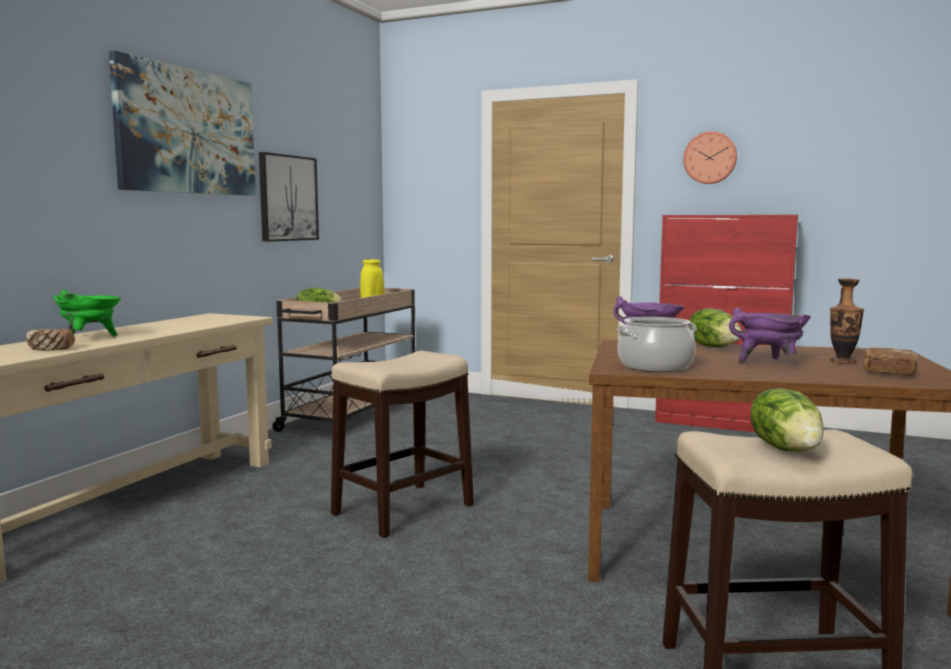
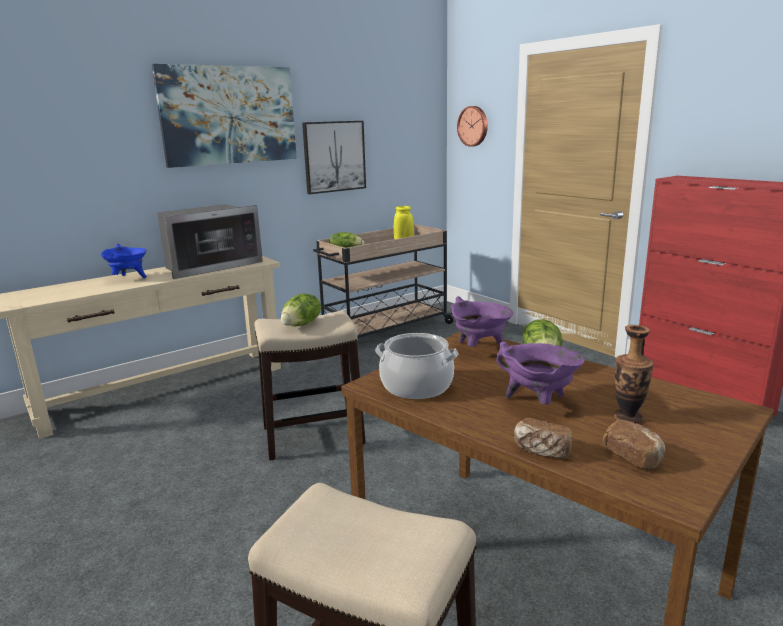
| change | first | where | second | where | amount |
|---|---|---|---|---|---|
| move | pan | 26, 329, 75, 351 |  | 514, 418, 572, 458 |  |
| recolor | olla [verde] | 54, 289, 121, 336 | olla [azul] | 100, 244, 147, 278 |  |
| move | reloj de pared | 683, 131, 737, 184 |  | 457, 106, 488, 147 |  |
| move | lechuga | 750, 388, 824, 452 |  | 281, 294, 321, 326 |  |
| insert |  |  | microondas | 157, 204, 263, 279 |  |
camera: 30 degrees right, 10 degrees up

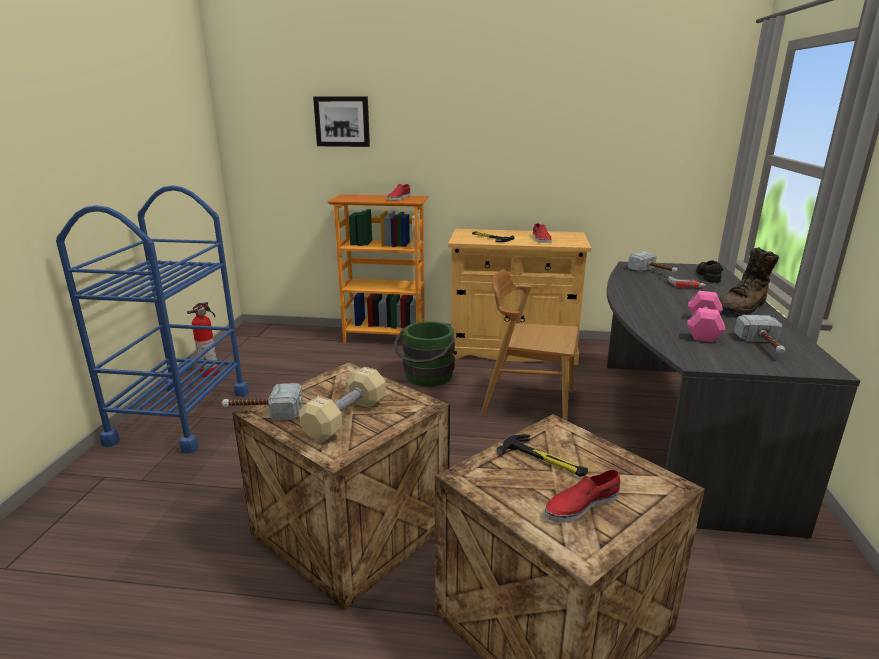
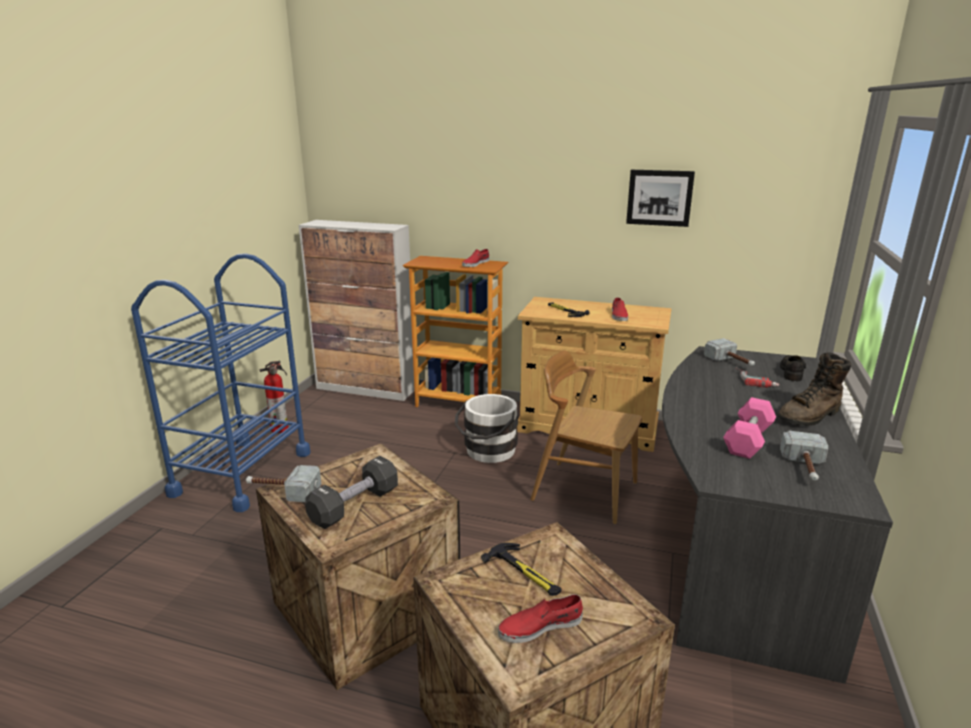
| change | first | where | second | where | amount |
|---|---|---|---|---|---|
| recolor | mancuerna [beis] | 299, 367, 386, 442 | mancuerna [negro] | 305, 456, 398, 529 |  |
| move | cuadro | 313, 96, 370, 147 |  | 626, 170, 695, 227 |  |
| recolor | cubo [verde] | 394, 321, 455, 386 | cubo [blanco] | 455, 394, 518, 463 |  |
| insert |  |  | armario | 298, 220, 414, 401 |  |
camera: 10 degrees right, 0 degrees up

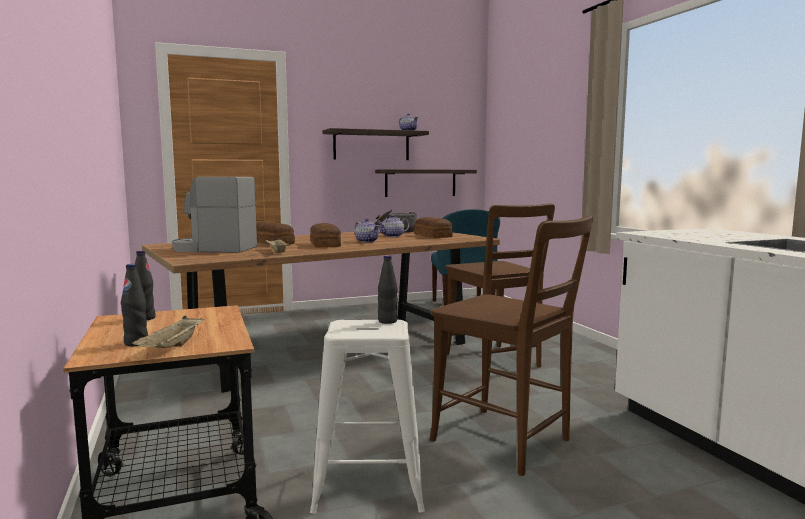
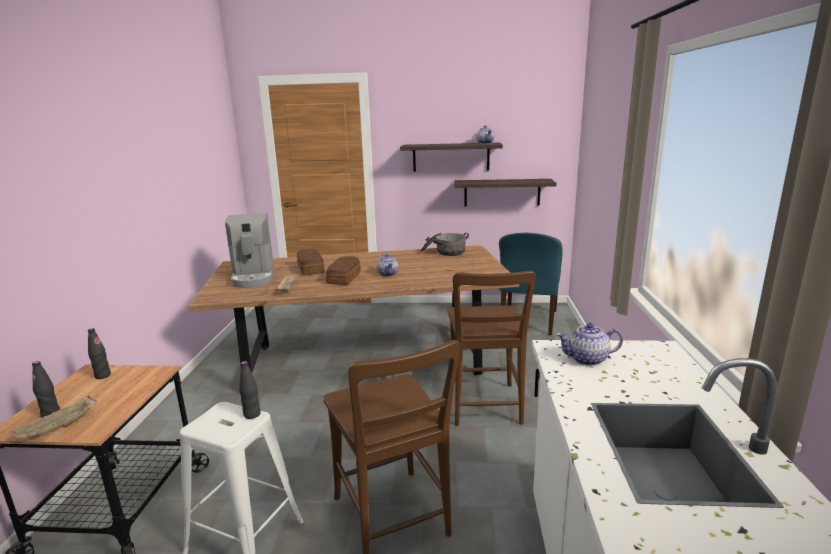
| change | first | where | second | where | amount |
|---|---|---|---|---|---|
| rotate | cafetera | 172, 177, 257, 253 |  | 225, 213, 274, 288 | 135 degrees counterclockwise |
| move | tetera | 376, 215, 410, 237 |  | 556, 323, 623, 366 |  |
| delete | pan | 414, 217, 453, 238 |  |  |  |
camera: 25 degrees right, 10 degrees up

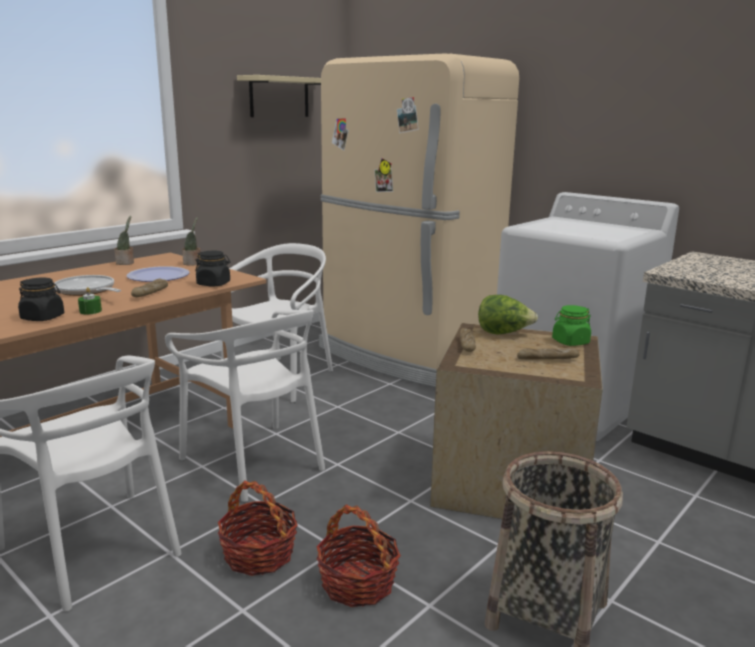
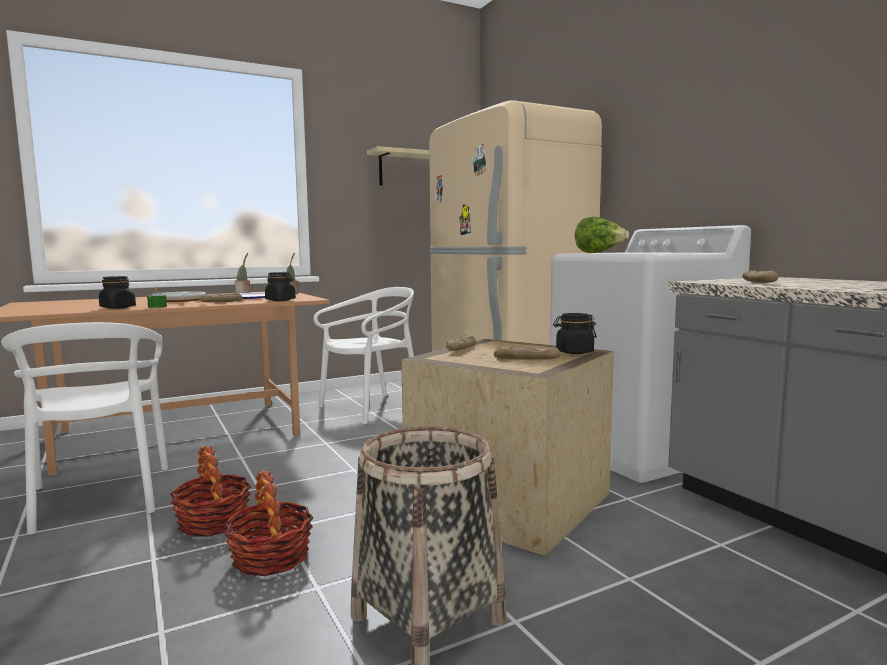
| change | first | where | second | where | amount |
|---|---|---|---|---|---|
| delete | silla [blanco] | 165, 310, 325, 502 |  |  |  |
| move | lechuga | 478, 295, 538, 334 |  | 575, 217, 629, 253 |  |
| recolor | tarro [verde] | 552, 305, 591, 346 | tarro [negro] | 553, 313, 597, 354 |  |
| insert |  |  | pan | 743, 270, 778, 283 |  |
camera: 20 degrees right, 10 degrees down

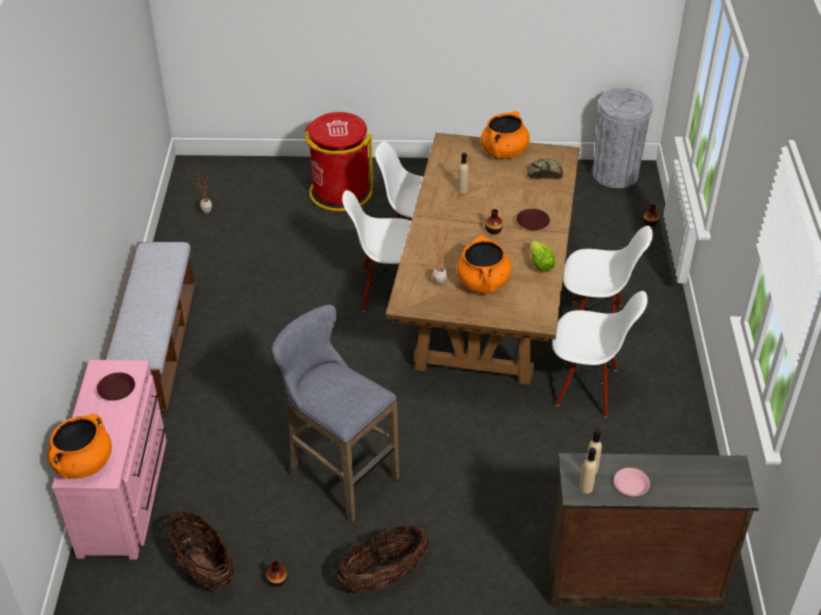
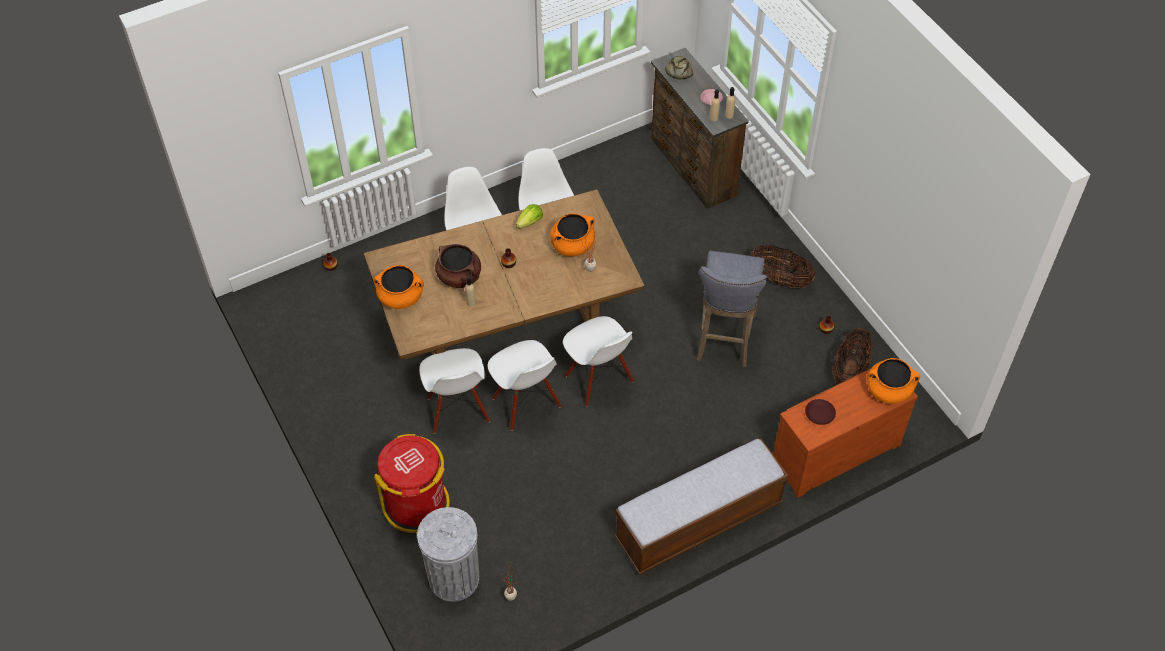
| change | first | where | second | where | amount |
|---|---|---|---|---|---|
| recolor | cómoda [rosa] | 52, 360, 167, 560 | cómoda [marrón] | 773, 369, 918, 498 |  |
| delete | plato [marrón] | 516, 209, 550, 230 |  |  |  |
| move | pan | 527, 159, 563, 179 |  | 665, 56, 693, 79 |  |
| move | papelera [gris] | 593, 88, 653, 188 |  | 417, 507, 479, 602 |  |
| insert |  |  | olla [marrón] | 435, 244, 481, 288 |  |
| insert |  |  | silla [blanco] | 563, 316, 634, 407 |  |
camera: 120 degrees left, 10 degrees up

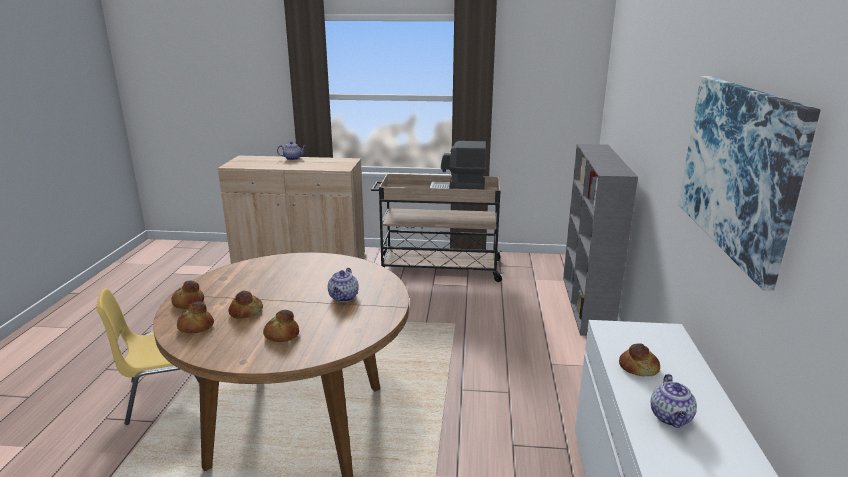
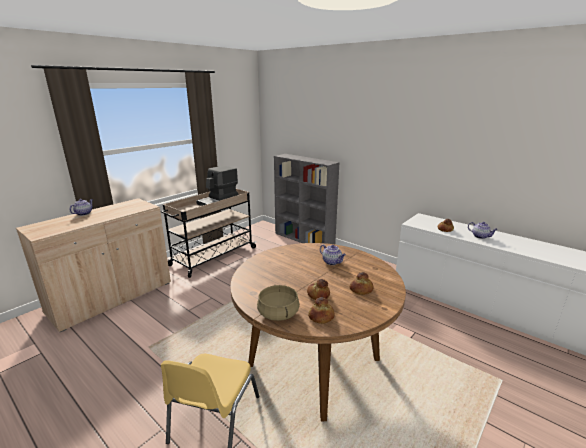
| change | first | where | second | where | amount |
|---|---|---|---|---|---|
| replace | pan | 171, 281, 204, 309 | olla [beis] | 257, 285, 300, 321 |  |
| delete | cuadro | 678, 76, 820, 291 |  |  |  |
camera: 55 degrees left, 0 degrees up

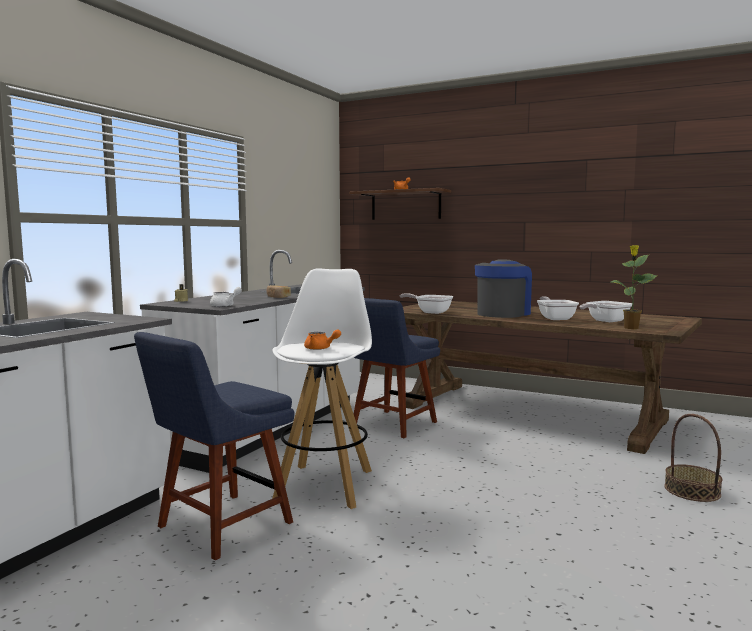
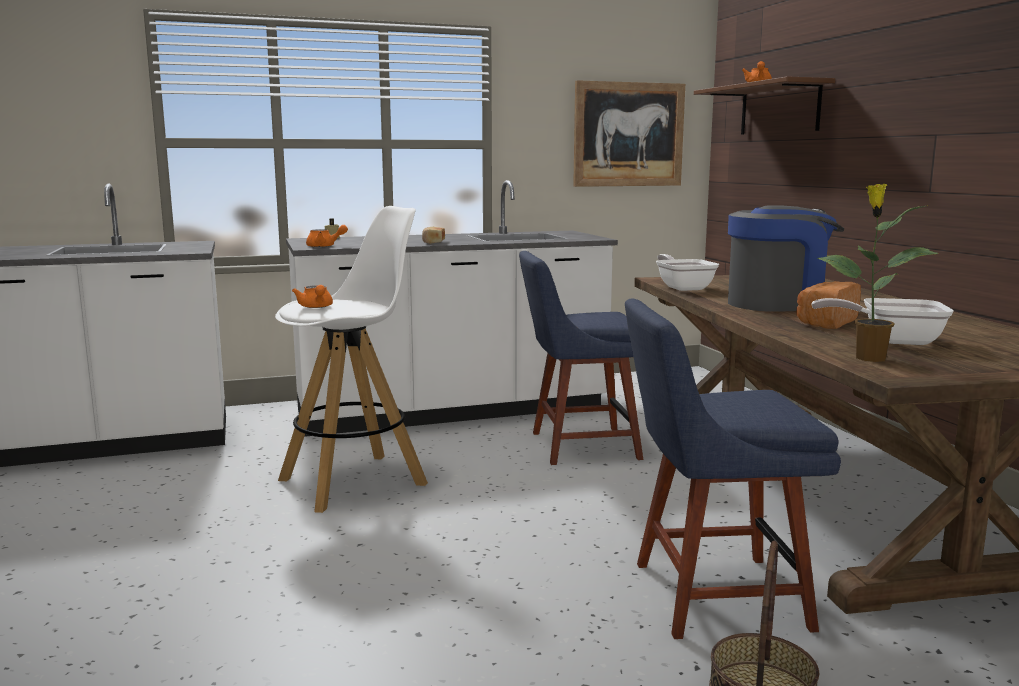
| change | first | where | second | where | amount |
|---|---|---|---|---|---|
| move | silla [azul] | 134, 332, 295, 560 |  | 625, 299, 841, 639 |  |
| recolor | tetera [blanco] | 210, 287, 242, 307 | tetera [naranja] | 306, 225, 348, 247 |  |
| replace | sartén | 537, 296, 579, 320 | pan | 796, 281, 861, 329 |  |
| insert |  |  | cuadro | 573, 80, 685, 187 |  |
camera: 45 degrees right, 5 degrees up

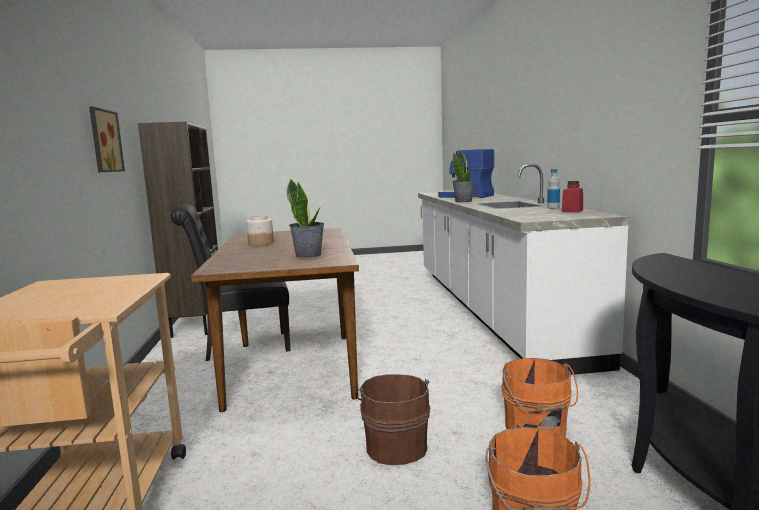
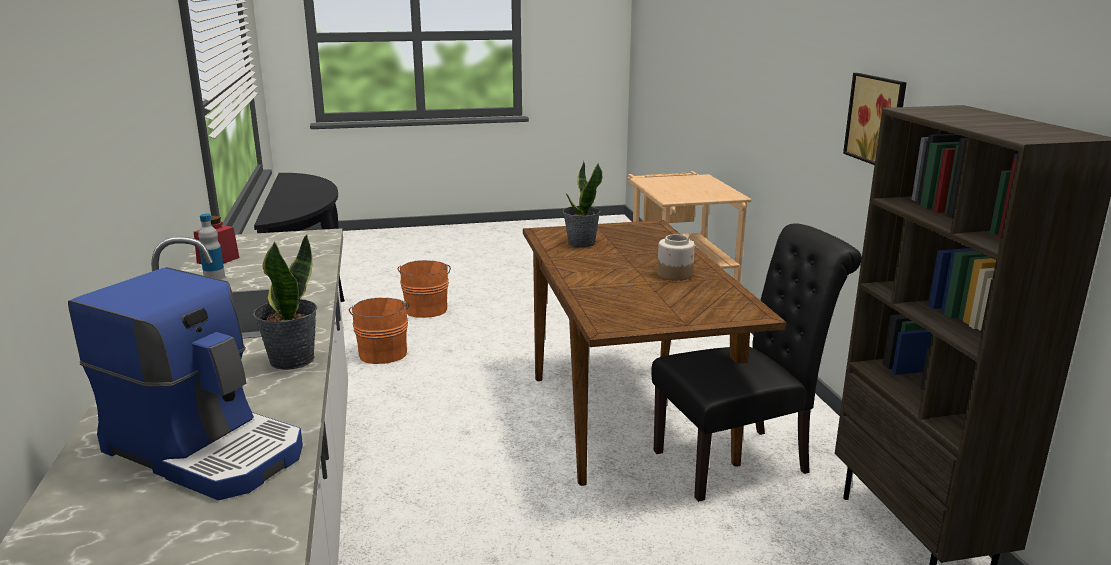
| change | first | where | second | where | amount |
|---|---|---|---|---|---|
| delete | cubo [marrón] | 355, 374, 430, 465 |  |  |  |
camera: 175 degrees right, 10 degrees up

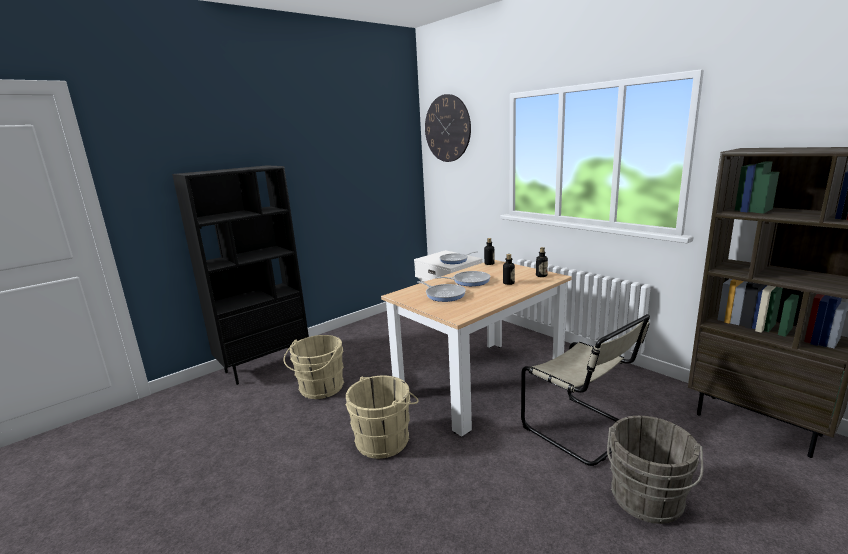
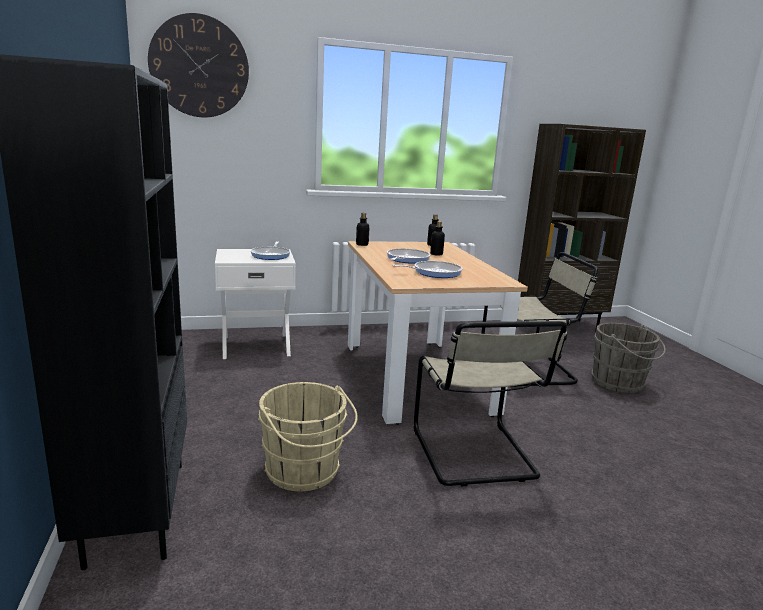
| change | first | where | second | where | amount |
|---|---|---|---|---|---|
| replace | cubo [beis] | 346, 376, 419, 459 | silla [beis] | 413, 321, 568, 487 |  |
camera: 65 degrees left, 0 degrees up

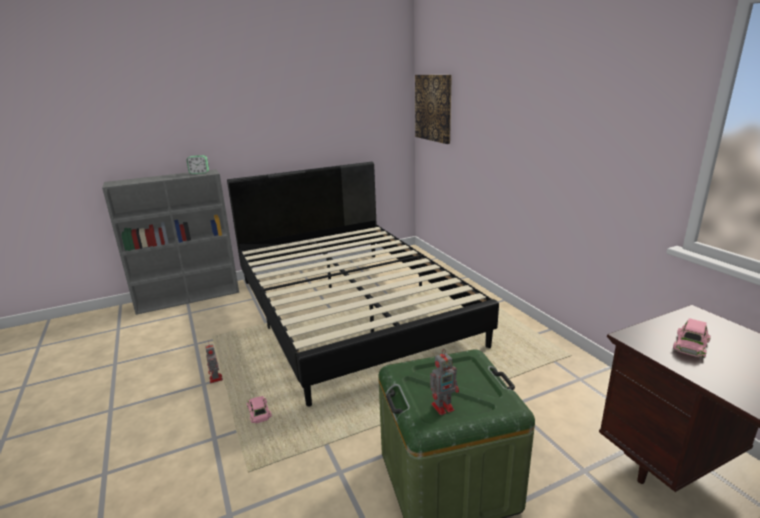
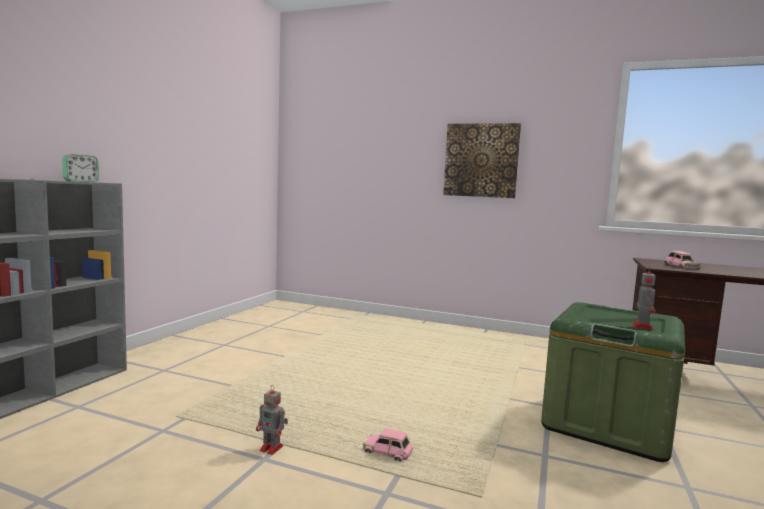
| change | first | where | second | where | amount |
|---|---|---|---|---|---|
| delete | cama [negro] | 227, 162, 499, 407 |  |  |  |
| move | cuadro | 415, 75, 452, 144 |  | 443, 123, 521, 198 |  |
camera: 45 degrees left, 15 degrees down

